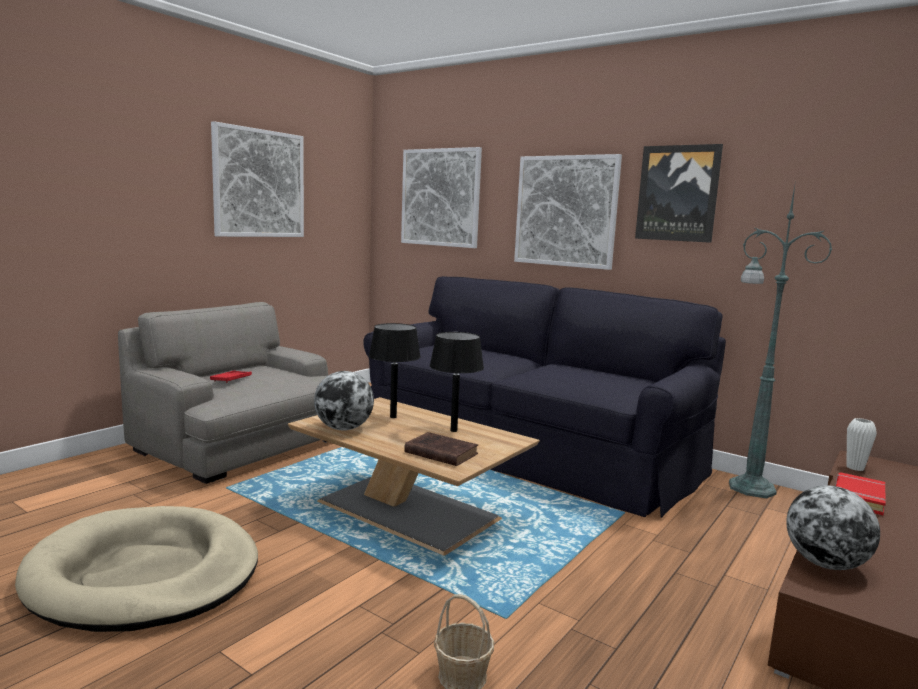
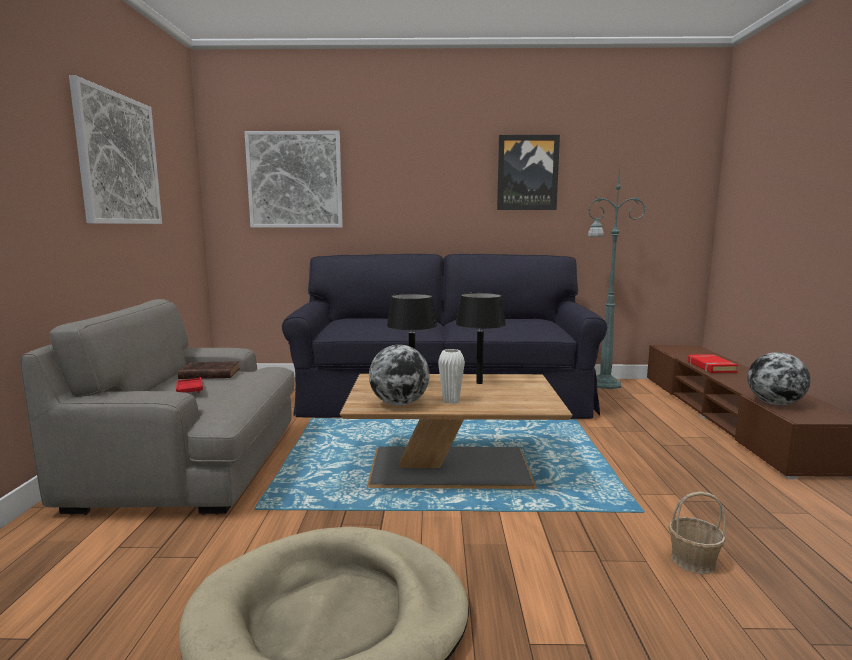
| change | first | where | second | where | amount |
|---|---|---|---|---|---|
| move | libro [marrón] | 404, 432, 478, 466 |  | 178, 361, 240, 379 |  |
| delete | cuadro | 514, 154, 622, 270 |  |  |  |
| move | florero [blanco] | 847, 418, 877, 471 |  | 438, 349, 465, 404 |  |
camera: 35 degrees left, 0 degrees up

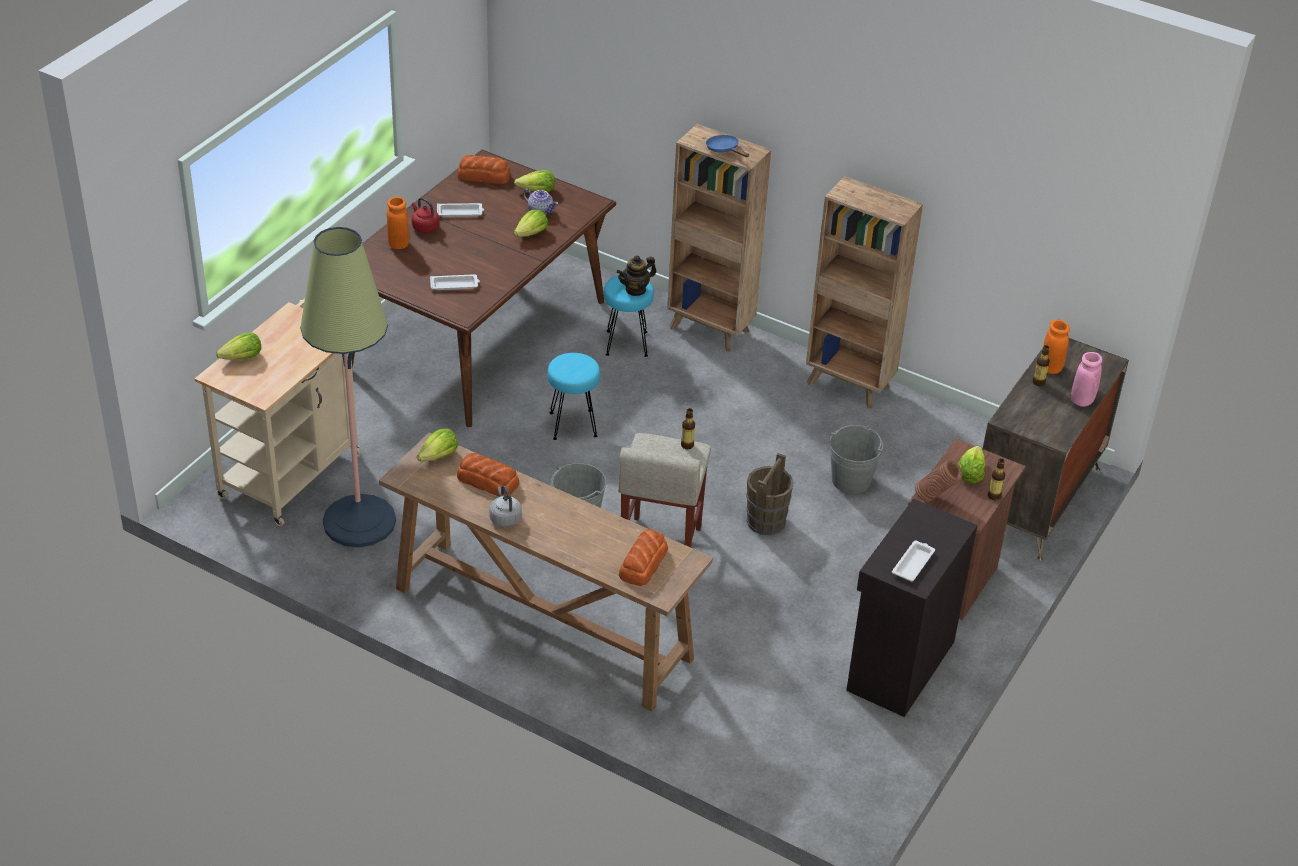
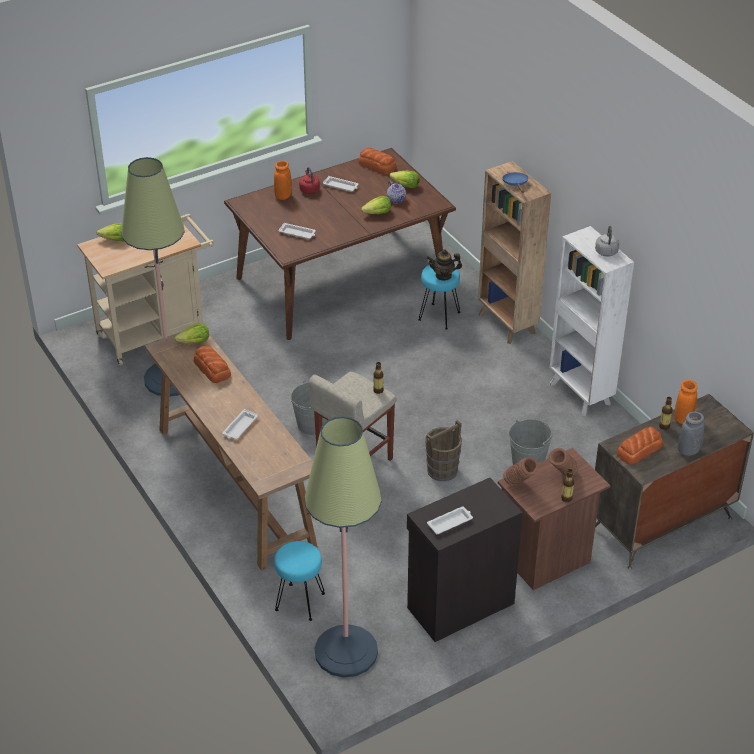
| change | first | where | second | where | amount |
|---|---|---|---|---|---|
| move | hervidor [gris] | 489, 485, 522, 527 |  | 595, 226, 619, 256 |  |
| move | taburete [turquesa] | 547, 353, 600, 440 |  | 274, 541, 325, 621 |  |
| move | pan | 619, 529, 668, 586 |  | 616, 427, 663, 465 |  |
| recolor | estantería [marrón] | 806, 176, 923, 408 | estantería [blanco] | 550, 226, 634, 416 |  |
| replace | lechuga | 958, 446, 985, 483 | florero [marrón] | 549, 448, 578, 476 |  |
| recolor | florero [rosa] | 1071, 352, 1103, 407 | florero [gris] | 678, 412, 704, 456 |  |
| insert |  |  | bandeja [blanco] | 223, 409, 258, 439 |  |
| insert |  |  | lámpara de pie | 305, 416, 382, 678 |  |
camera: 30 degrees right, 0 degrees up

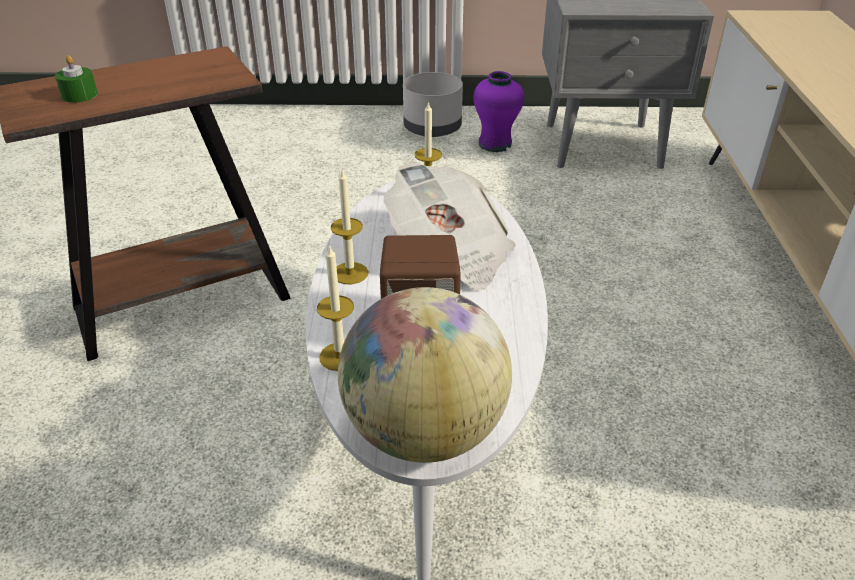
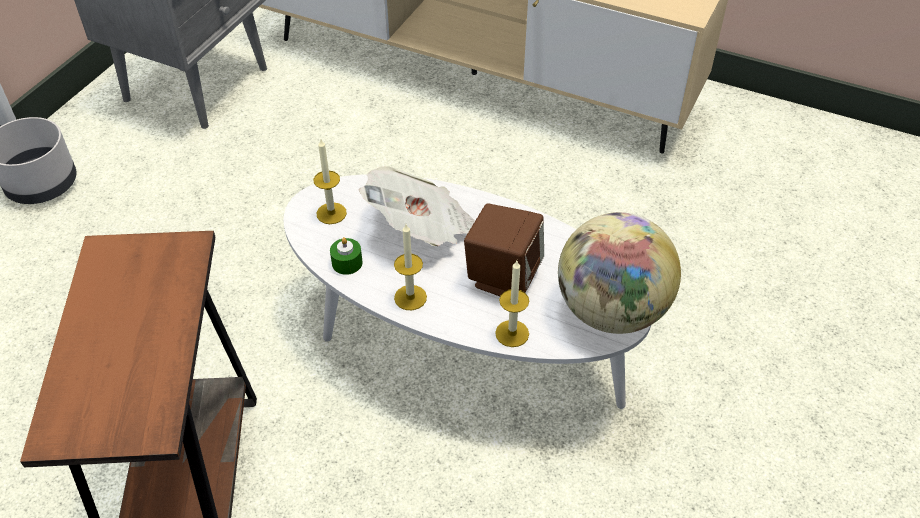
| change | first | where | second | where | amount |
|---|---|---|---|---|---|
| move | vela [verde] | 55, 55, 98, 103 |  | 330, 237, 362, 275 |  |
| delete | florero [morado] | 473, 71, 524, 152 |  |  |  |
camera: 65 degrees left, 10 degrees up

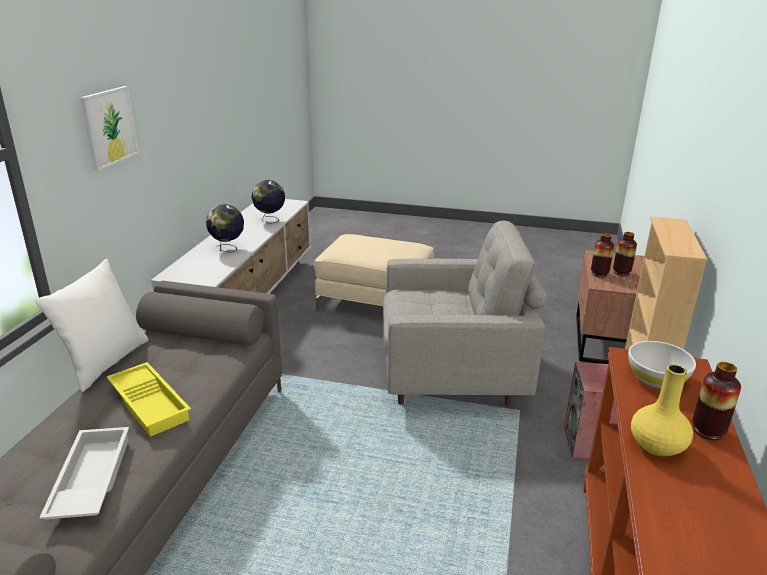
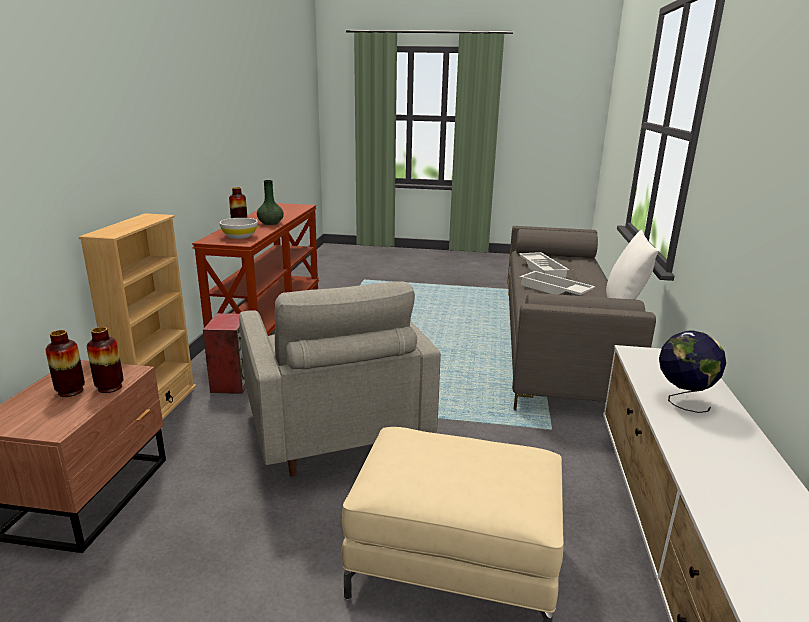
| change | first | where | second | where | amount |
|---|---|---|---|---|---|
| delete | cuadro | 80, 86, 138, 171 |  |  |  |
| recolor | bandeja [amarillo] | 106, 362, 191, 437 | bandeja [blanco] | 520, 271, 595, 295 |  |
| delete | globo terráqueo | 251, 180, 285, 224 |  |  |  |
| rotate | sillón [gris] | 383, 221, 547, 406 |  | 239, 281, 441, 477 | 105 degrees counterclockwise |
| recolor | florero [amarillo] | 631, 364, 693, 457 | florero [verde] | 257, 180, 284, 225 |  |
camera: 175 degrees right, 5 degrees down

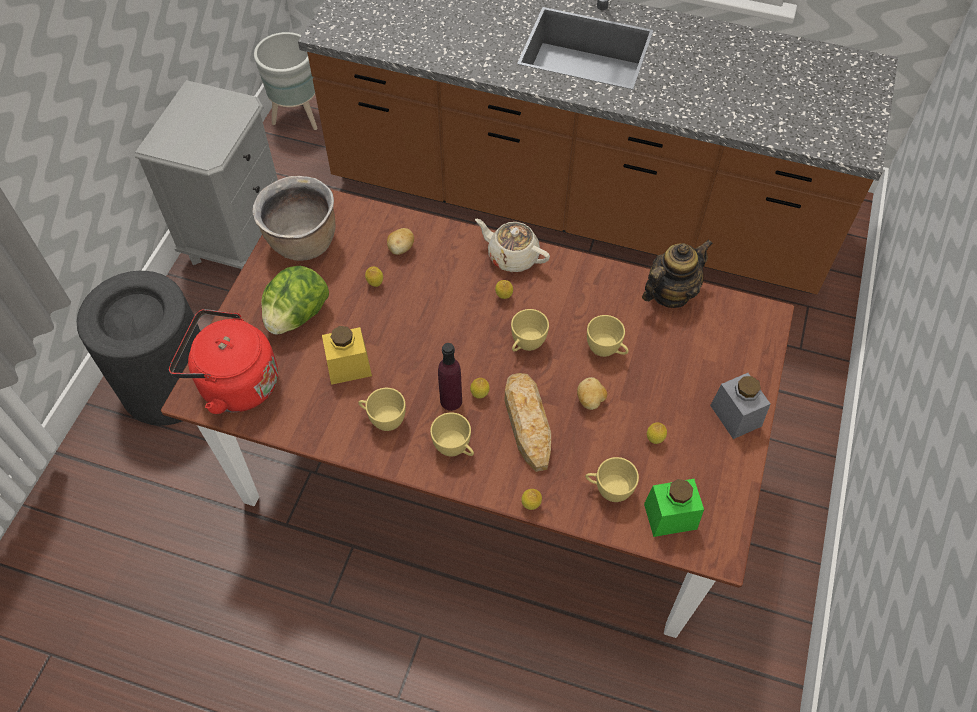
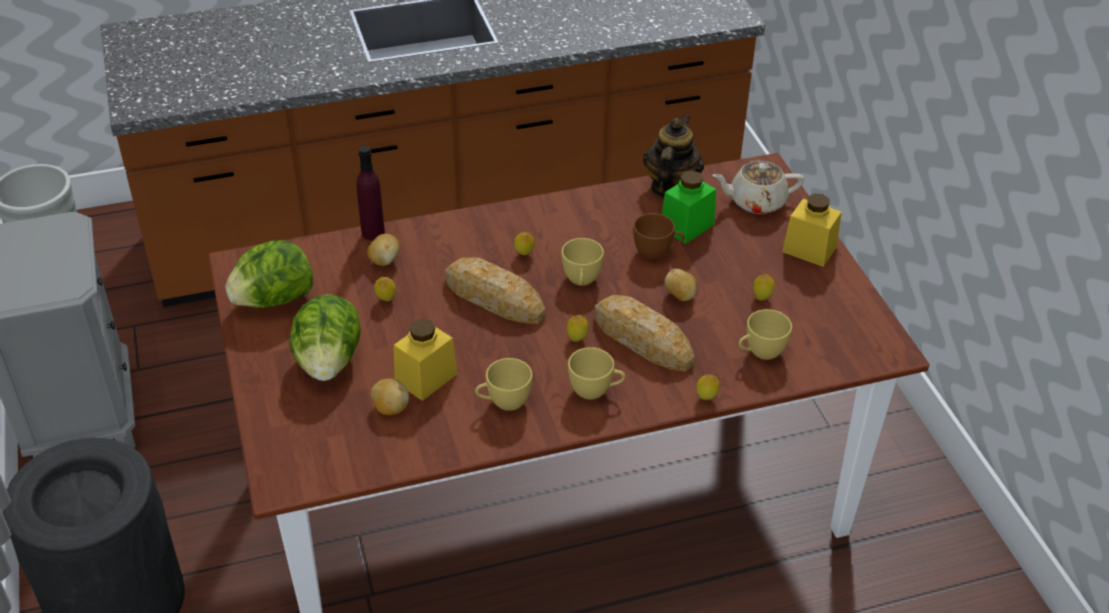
| change | first | where | second | where | amount |
|---|---|---|---|---|---|
| delete | hervidor [rojo] | 169, 309, 278, 414 |  |  |  |
| replace | olla [marrón] | 252, 176, 335, 261 | lechuga | 225, 240, 314, 308 |  |
| move | botella [morado] | 438, 343, 462, 411 |  | 356, 146, 385, 241 |  |
| move | tetera [beis] | 475, 219, 550, 272 |  | 712, 161, 804, 214 |  |
| recolor | taza [amarillo] | 587, 315, 629, 357 | taza [marrón] | 633, 213, 685, 260 |  |
| move | tarro [verde] | 644, 479, 704, 537 |  | 662, 170, 716, 244 |  |
| recolor | tarro [gris] | 710, 373, 770, 439 | tarro [amarillo] | 782, 193, 842, 267 |  |
| insert |  |  | patata | 371, 378, 409, 415 |  |
| insert |  |  | pan | 445, 257, 545, 324 |  |
camera: 35 degrees left, 15 degrees down

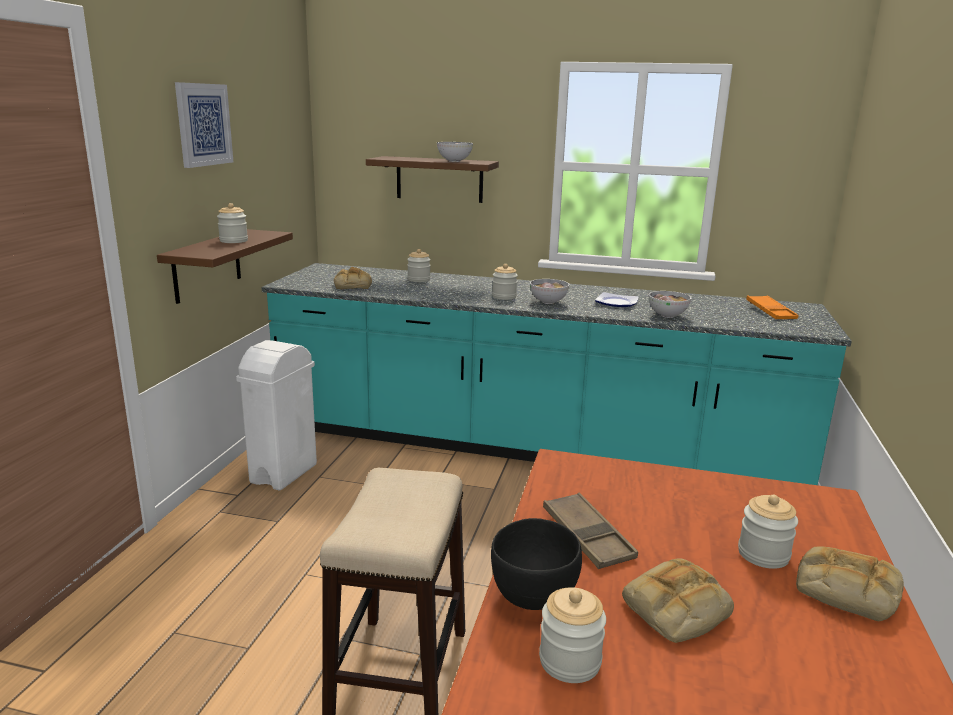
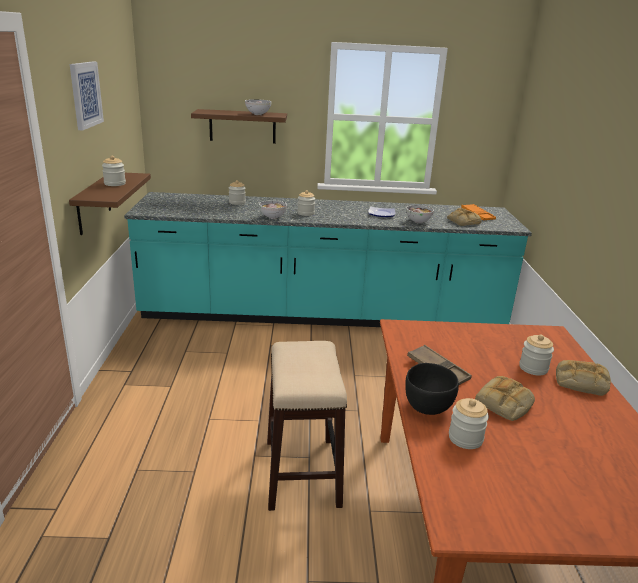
| change | first | where | second | where | amount |
|---|---|---|---|---|---|
| delete | papelera [blanco] | 236, 340, 317, 490 |  |  |  |
| move | pan | 333, 267, 372, 289 |  | 447, 208, 481, 226 |  |
| move | cuenco | 530, 279, 570, 304 |  | 259, 200, 287, 219 |  |
camera: 15 degrees left, 5 degrees up

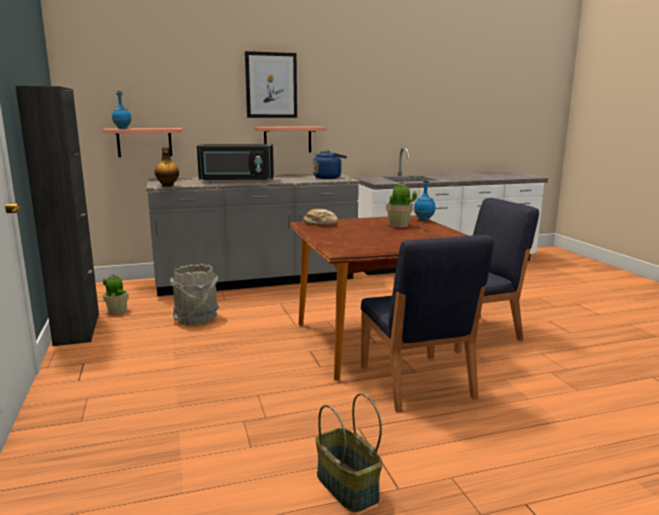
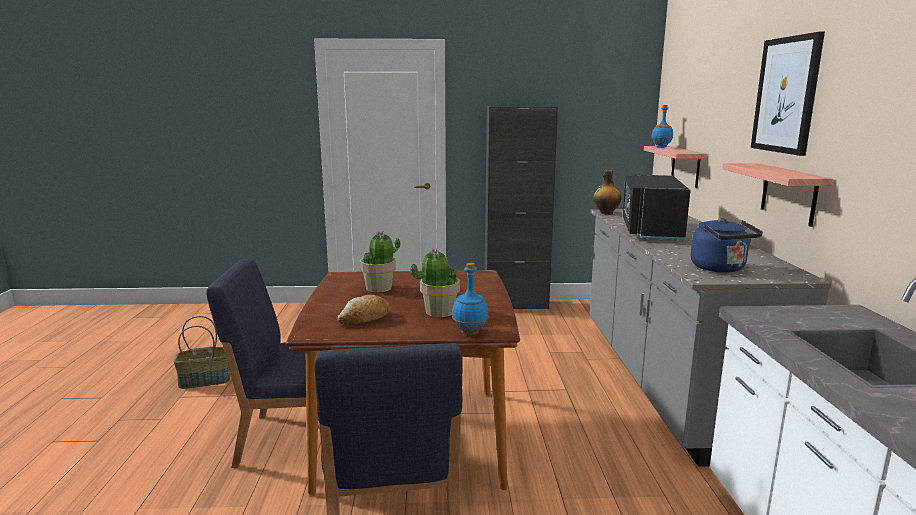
| change | first | where | second | where | amount |
|---|---|---|---|---|---|
| move | planta en maceta | 103, 273, 129, 315 |  | 360, 231, 400, 292 |  |
| delete | cubo [gris] | 169, 264, 219, 326 |  |  |  |
| move | pan | 304, 209, 338, 225 |  | 337, 295, 390, 324 |  |
camera: 105 degrees right, 0 degrees up

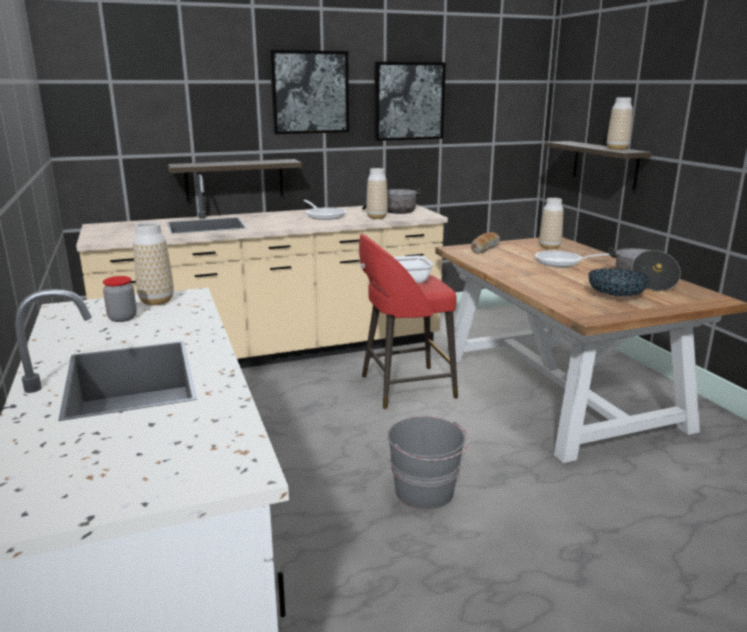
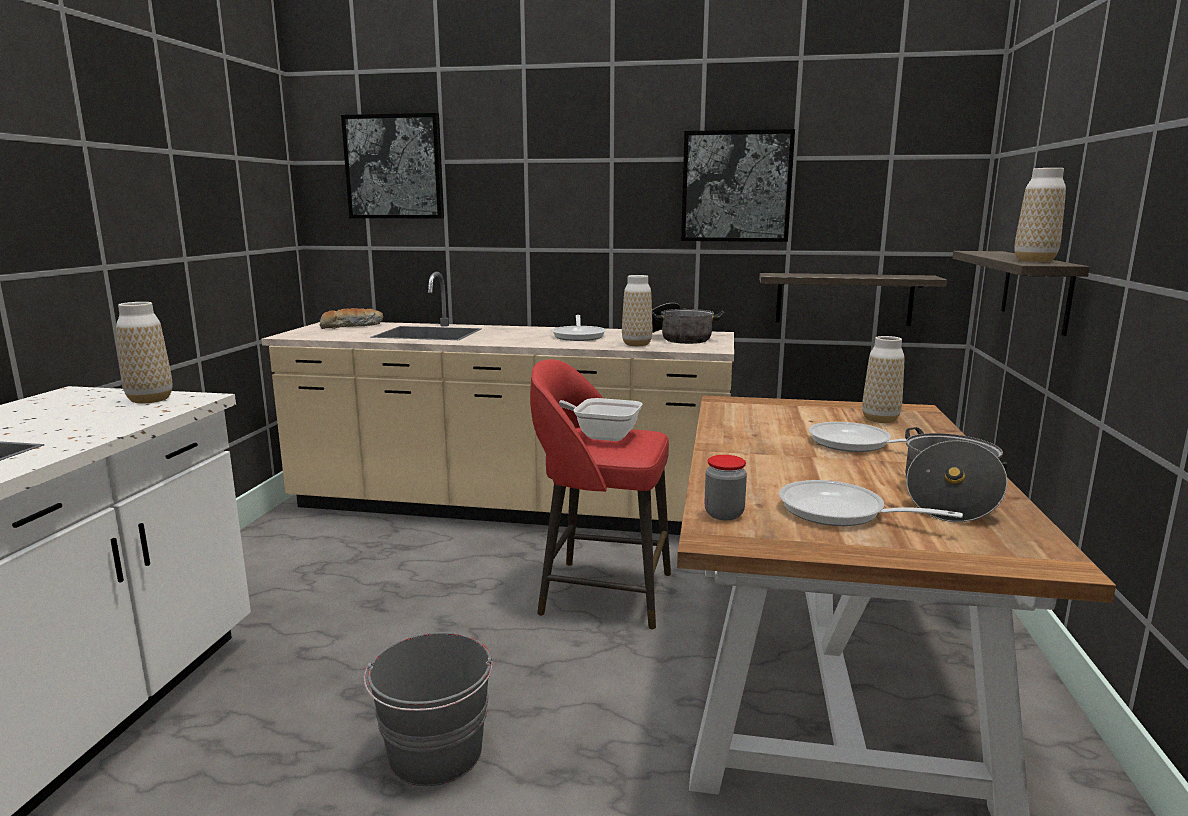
| change | first | where | second | where | amount |
|---|---|---|---|---|---|
| move | tarro | 103, 276, 137, 322 |  | 705, 455, 747, 520 |  |
| move | estante | 168, 159, 302, 201 |  | 759, 273, 947, 326 |  |
| move | cuadro | 270, 50, 349, 134 |  | 341, 113, 444, 218 |  |
| move | pan | 471, 232, 500, 254 |  | 320, 308, 383, 329 |  |
| replace | cuenco | 588, 268, 651, 296 | sartén | 779, 480, 963, 526 |  |
camera: 30 degrees right, 5 degrees down

